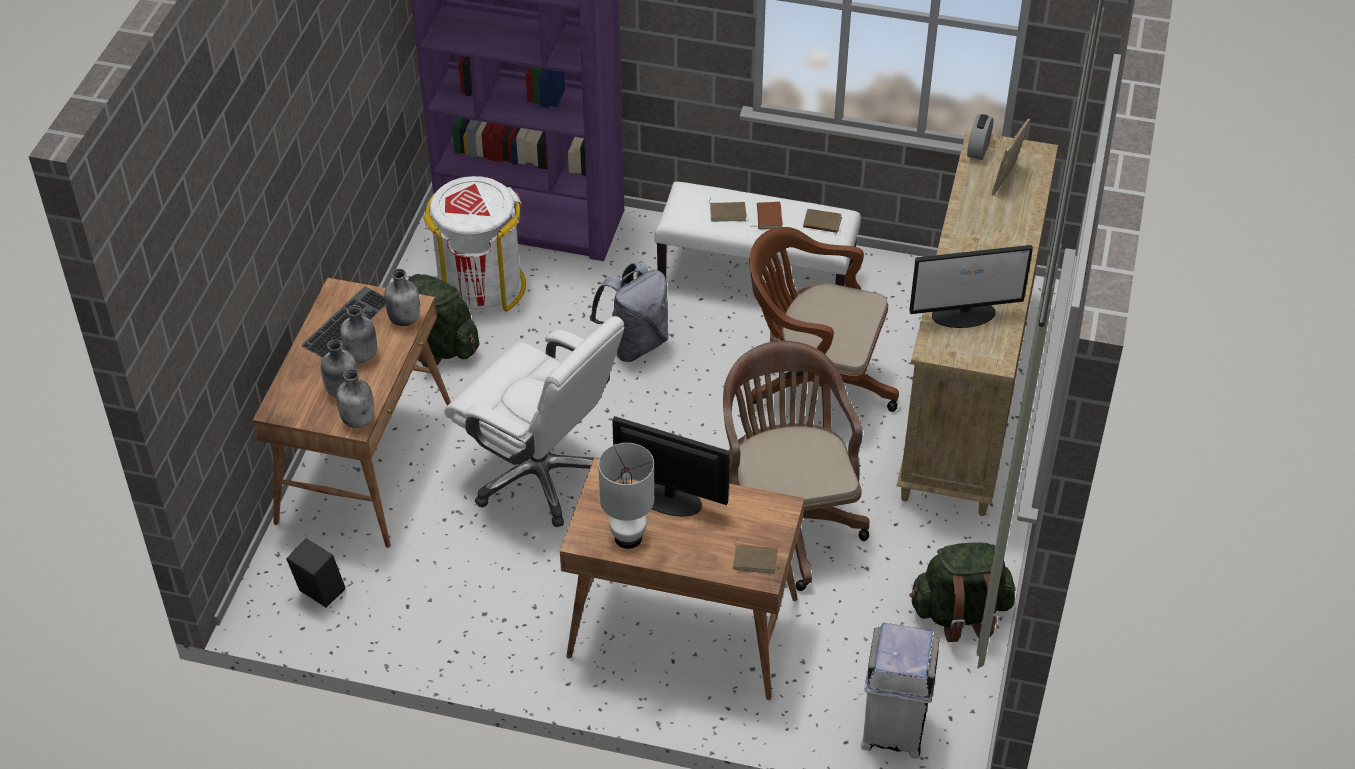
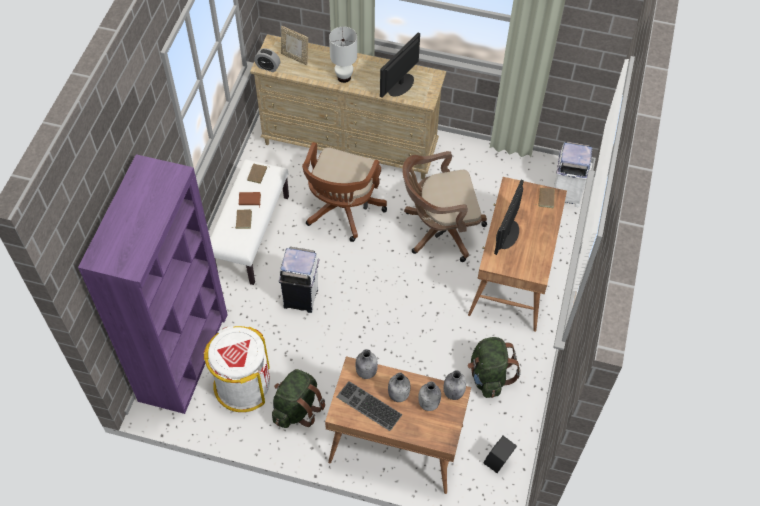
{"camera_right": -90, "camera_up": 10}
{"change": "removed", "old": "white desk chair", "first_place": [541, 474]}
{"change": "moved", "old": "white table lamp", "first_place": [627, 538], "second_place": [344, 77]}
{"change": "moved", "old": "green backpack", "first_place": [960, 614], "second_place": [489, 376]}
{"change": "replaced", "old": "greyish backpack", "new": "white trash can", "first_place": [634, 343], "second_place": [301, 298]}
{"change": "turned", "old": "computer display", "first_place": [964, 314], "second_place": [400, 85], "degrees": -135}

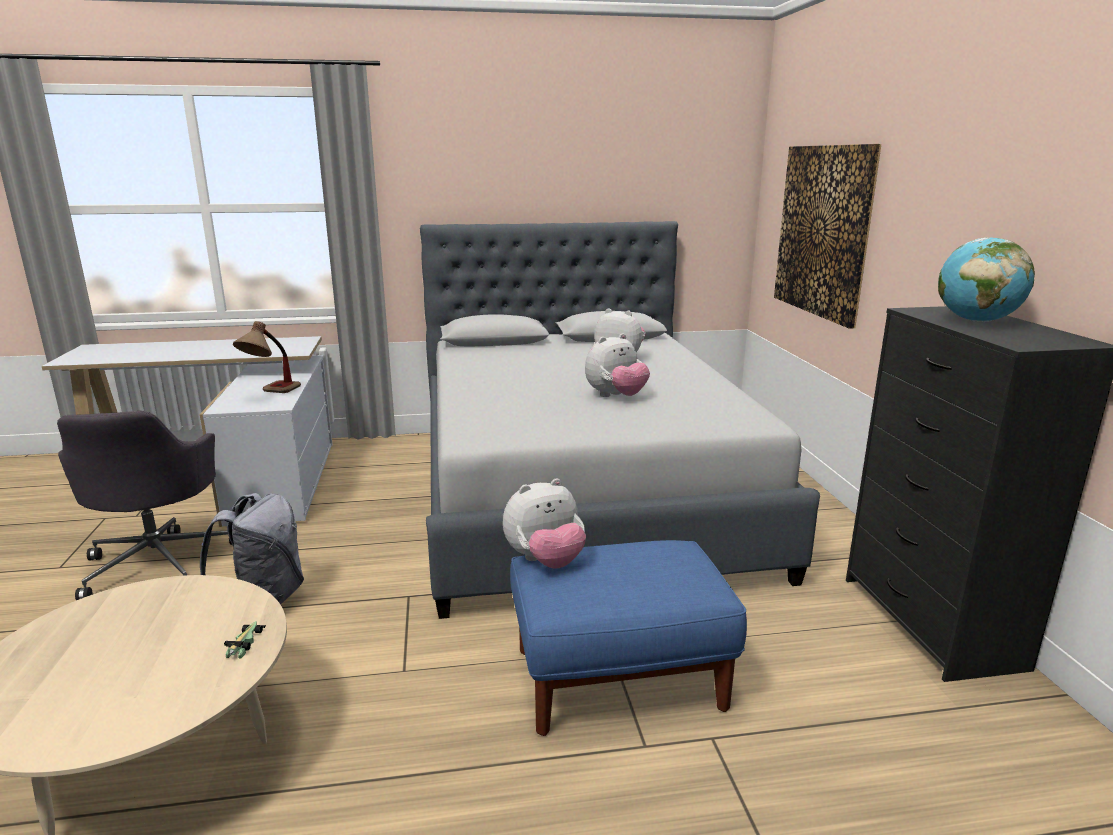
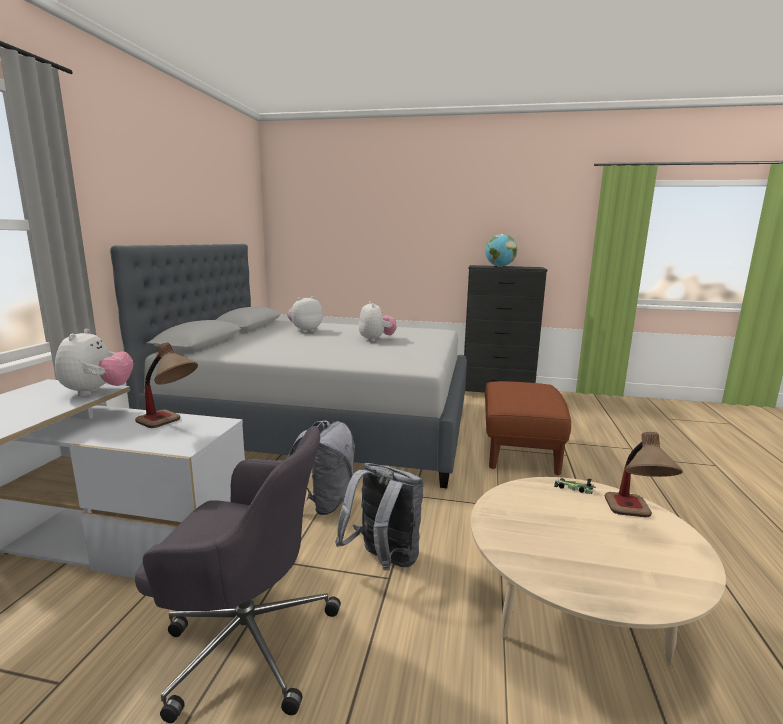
{"camera_right": -70, "camera_up": -5}
{"change": "removed", "old": "wall picture", "first_place": [823, 231]}
{"change": "added", "new": "greyish backpack", "second_place": [325, 503]}
{"change": "added", "new": "table lamp", "second_place": [634, 519]}
{"change": "moved", "old": "plush toy", "first_place": [545, 561], "second_place": [98, 392]}
{"change": "recoloured", "old": "bluish pouffe", "new": "brown-coloured pouffe", "first_place": [620, 678], "second_place": [520, 450]}

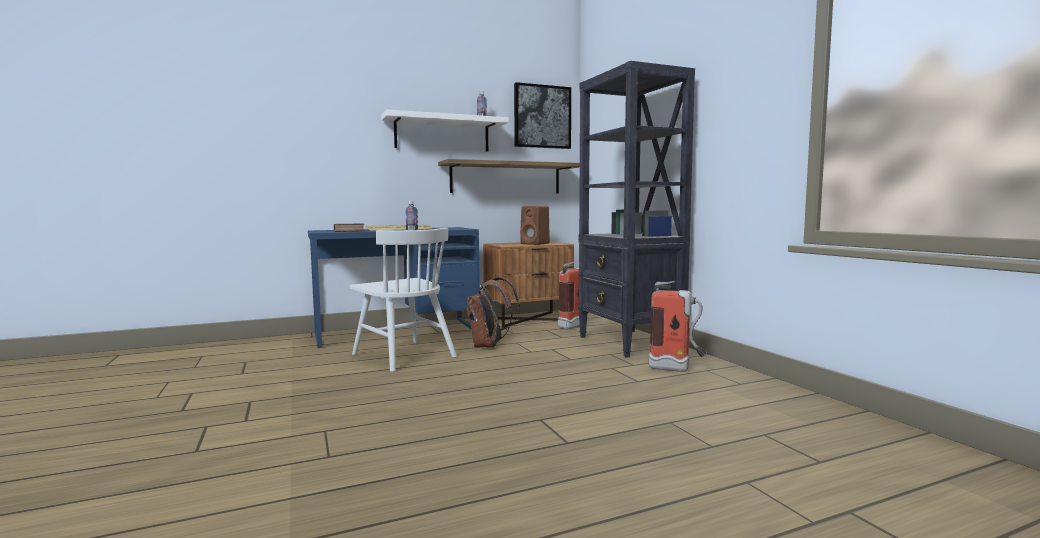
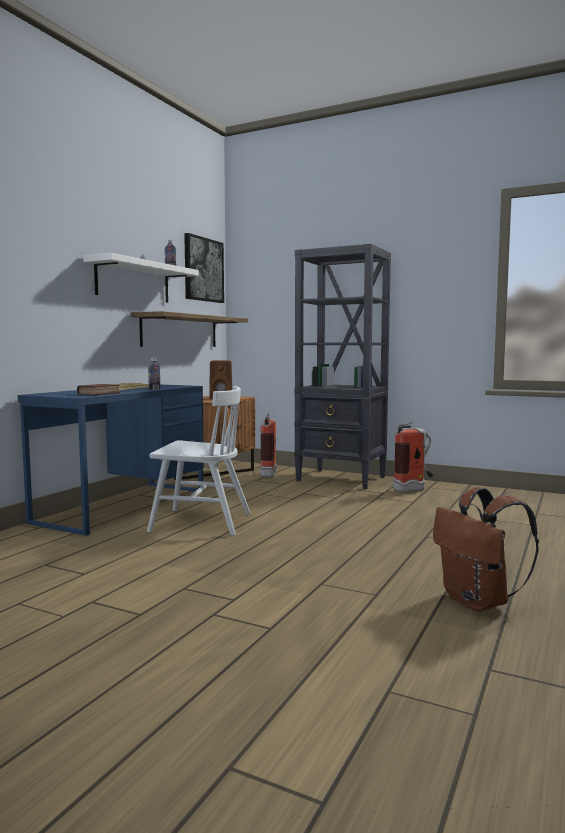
{"camera_right": -40, "camera_up": 0}
{"change": "moved", "old": "brown-coloured backpack", "first_place": [489, 346], "second_place": [479, 602]}

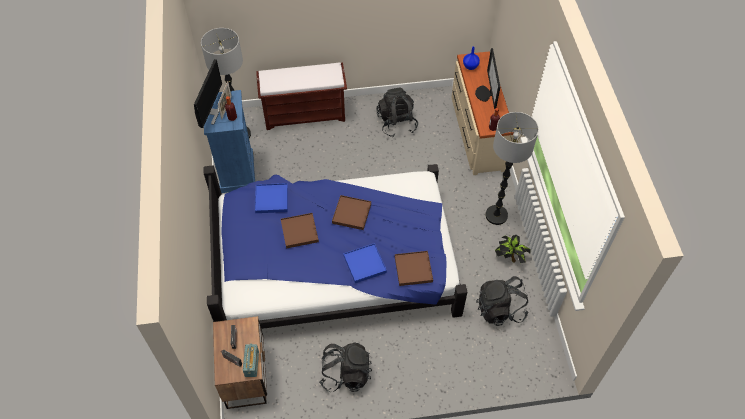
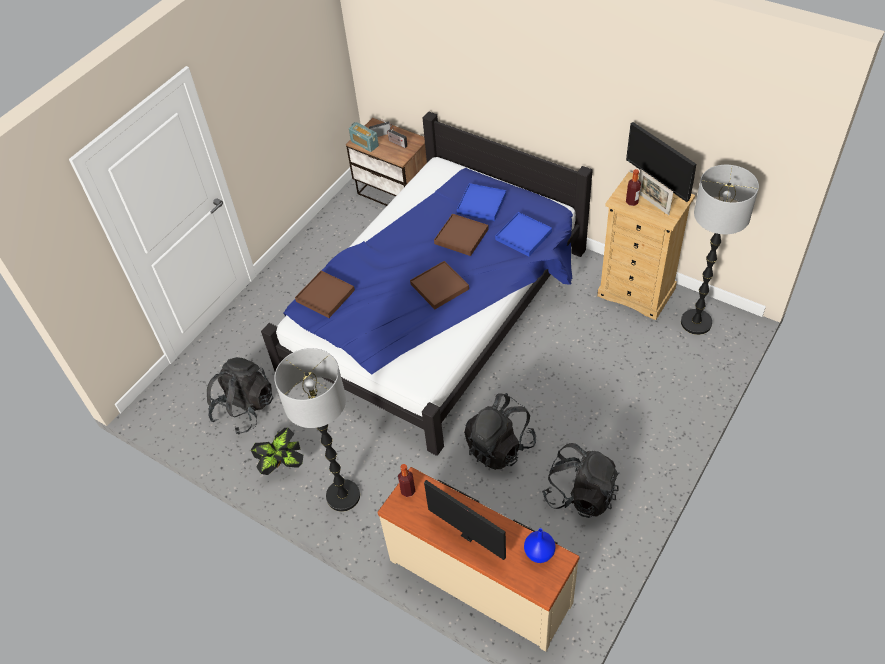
{"camera_right": 135, "camera_up": -5}
{"change": "removed", "old": "brown-coloured indoor bench", "first_place": [305, 114]}
{"change": "moved", "old": "blackish backpack", "first_place": [346, 374], "second_place": [500, 446]}
{"change": "moved", "old": "bluish serving tray", "first_place": [365, 264], "second_place": [481, 204]}
{"change": "recoloured", "old": "bluish chest of drawers", "new": "beige-coloured chest of drawers", "first_place": [237, 172], "second_place": [636, 292]}

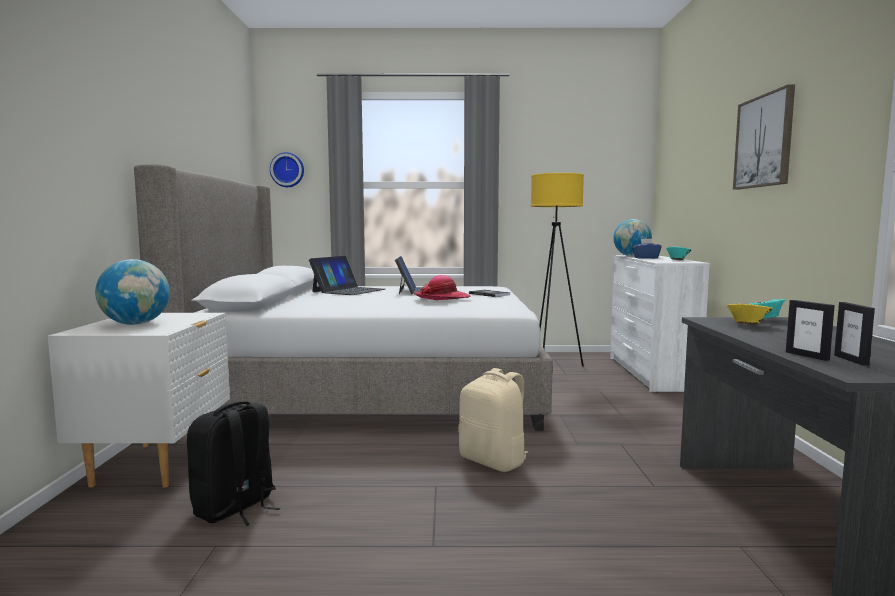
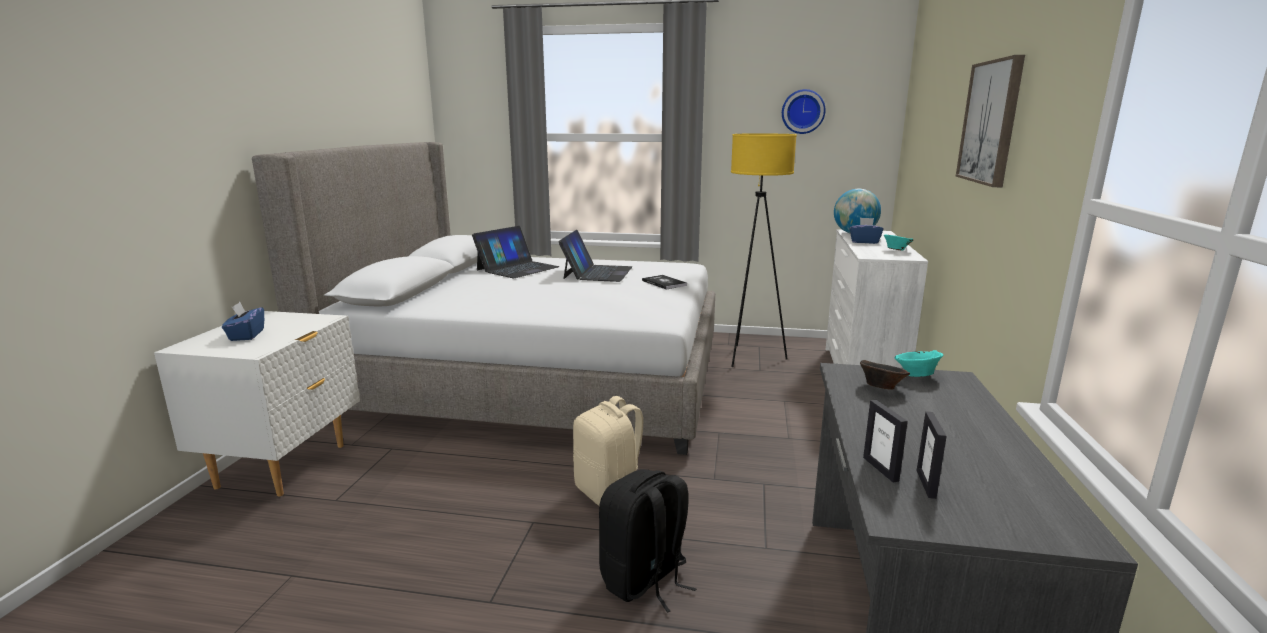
{"camera_right": 10, "camera_up": 10}
{"change": "removed", "old": "clothing hat", "first_place": [442, 298]}
{"change": "moved", "old": "blackish backpack", "first_place": [235, 508], "second_place": [645, 580]}
{"change": "moved", "old": "wall clock", "first_place": [287, 170], "second_place": [803, 111]}
{"change": "replaced", "old": "desk globe", "new": "bluish box of tissues", "first_place": [136, 324], "second_place": [246, 335]}
{"change": "recoloured", "old": "yellowish bowl", "new": "brown-coloured bowl", "first_place": [746, 325], "second_place": [880, 387]}

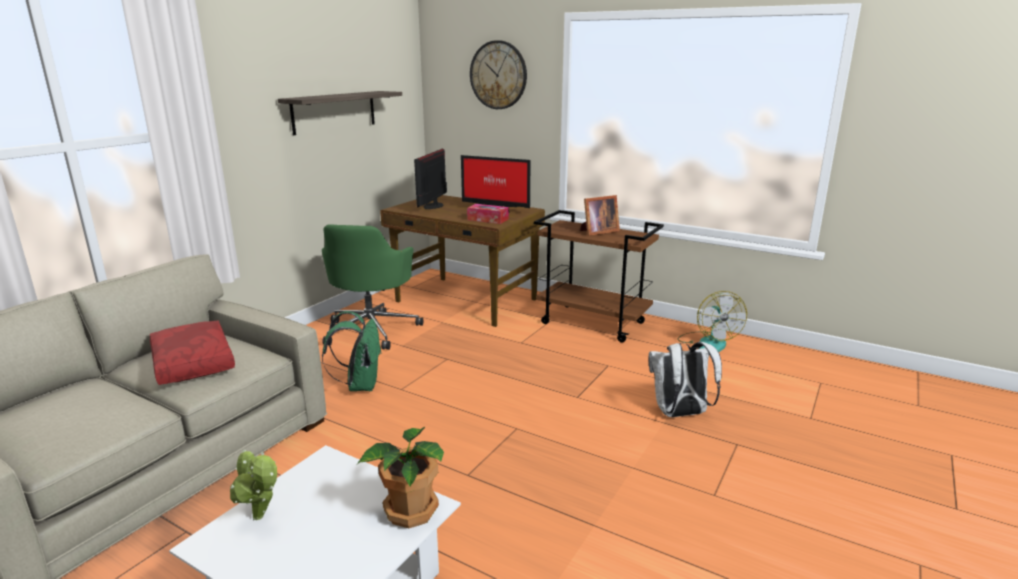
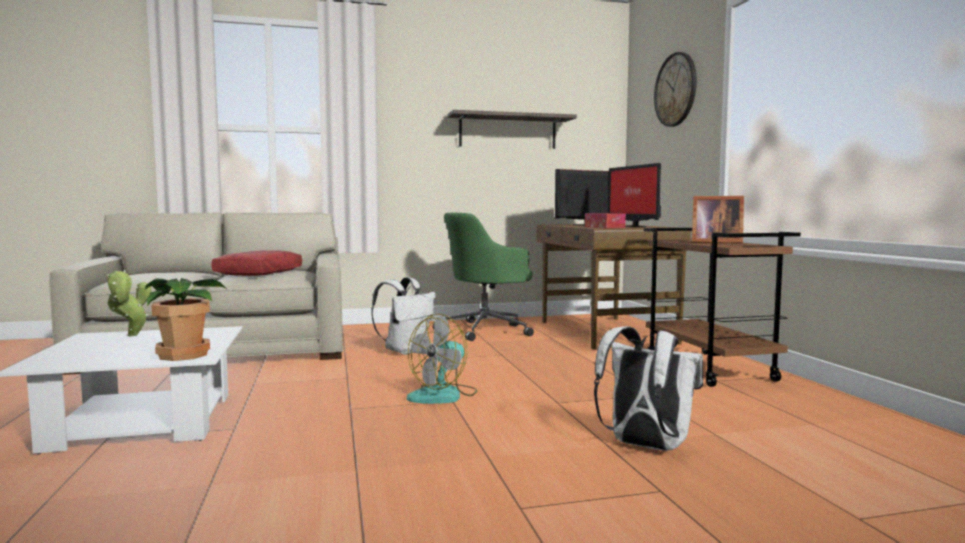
{"camera_right": 45, "camera_up": -15}
{"change": "moved", "old": "fan", "first_place": [708, 342], "second_place": [444, 395]}
{"change": "recoloured", "old": "green backpack", "new": "white backpack", "first_place": [360, 385], "second_place": [405, 351]}

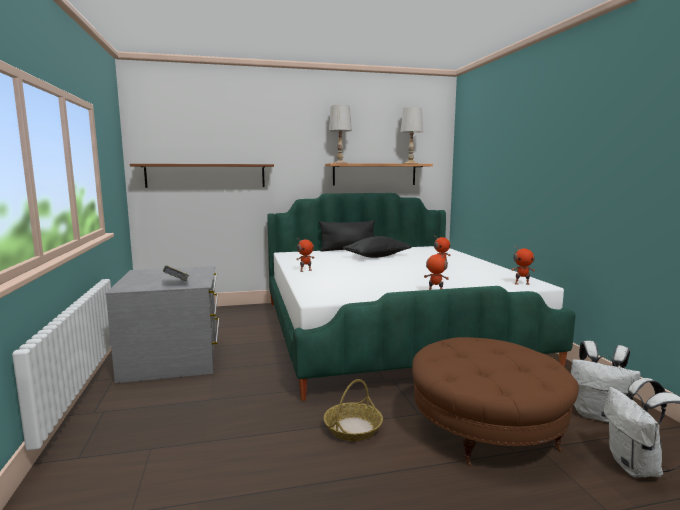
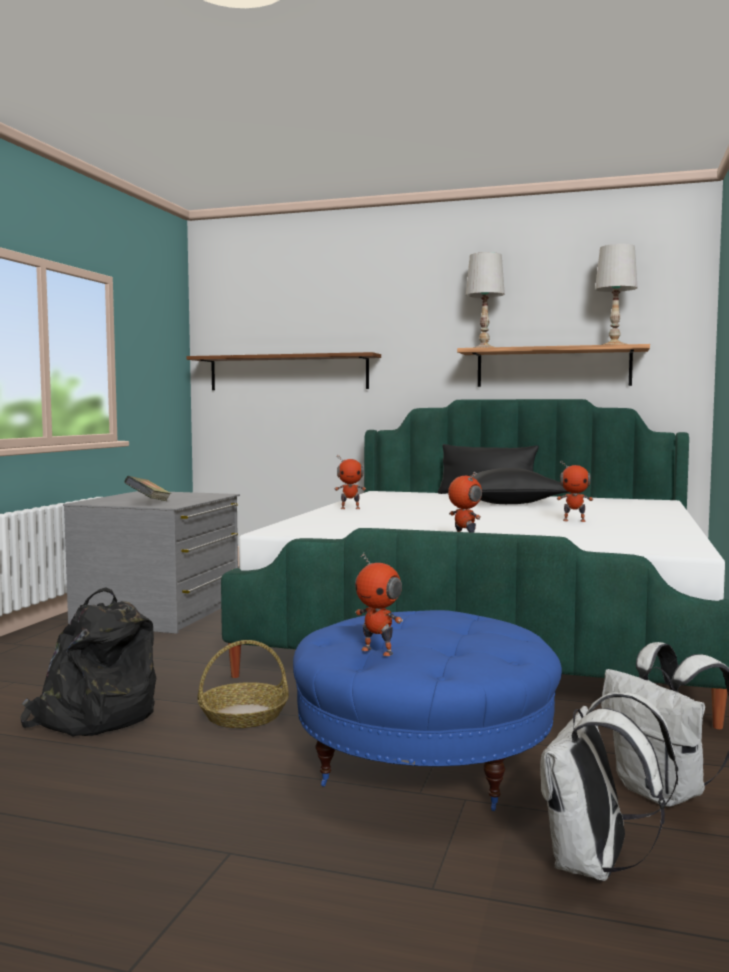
{"camera_right": 30, "camera_up": -5}
{"change": "added", "new": "blackish backpack", "second_place": [94, 717]}
{"change": "moved", "old": "robot figure", "first_place": [522, 283], "second_place": [378, 651]}
{"change": "recoloured", "old": "brown-coloured pouffe", "new": "bluish pouffe", "first_place": [486, 429], "second_place": [424, 760]}

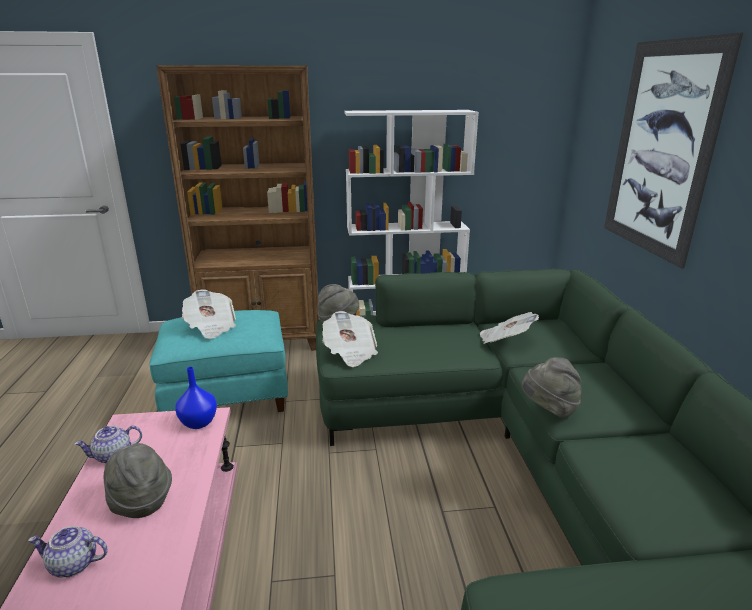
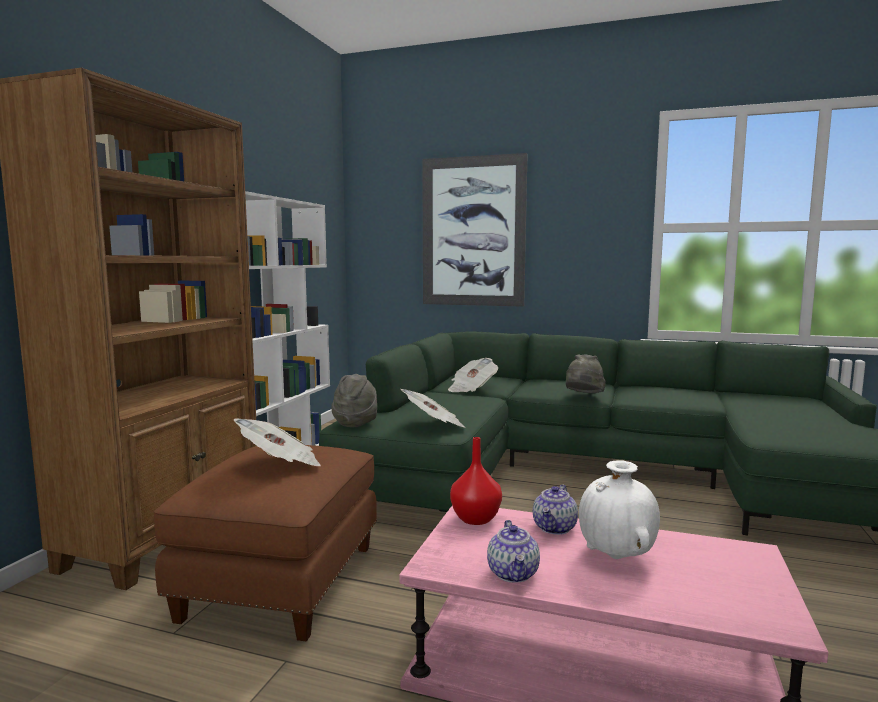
{"camera_right": -65, "camera_up": -15}
{"change": "moved", "old": "teapot", "first_place": [73, 564], "second_place": [555, 528]}
{"change": "replaced", "old": "greyish clothing hat", "new": "white flower vase", "first_place": [141, 500], "second_place": [617, 557]}
{"change": "recoloured", "old": "blue-green pouffe", "new": "brown-coloured pouffe", "first_place": [228, 395], "second_place": [280, 580]}
{"change": "recoloured", "old": "bluish flower vase", "new": "red-coloured flower vase", "first_place": [199, 422], "second_place": [475, 518]}

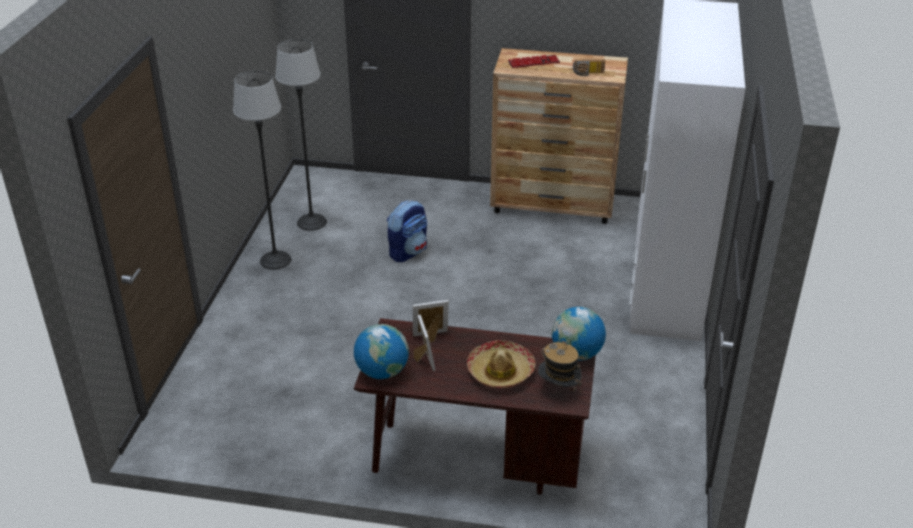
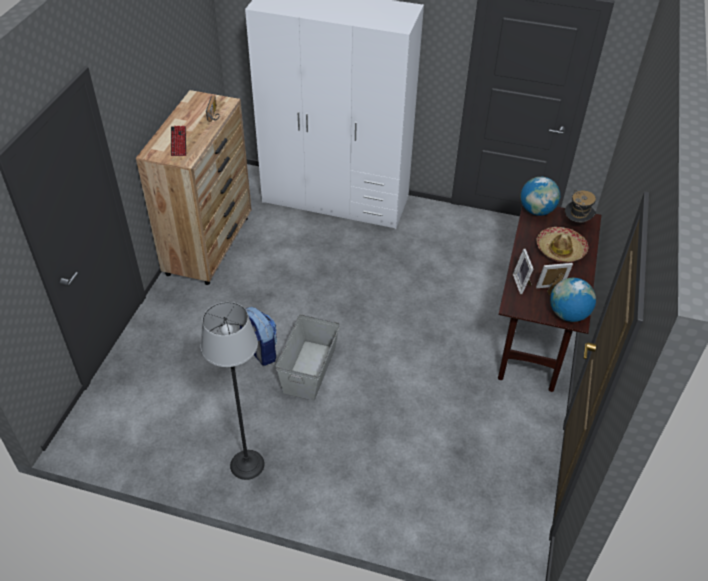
{"camera_right": -85, "camera_up": 10}
{"change": "removed", "old": "floor lamp", "first_place": [312, 222]}
{"change": "added", "new": "greyish storage bin", "second_place": [310, 369]}

